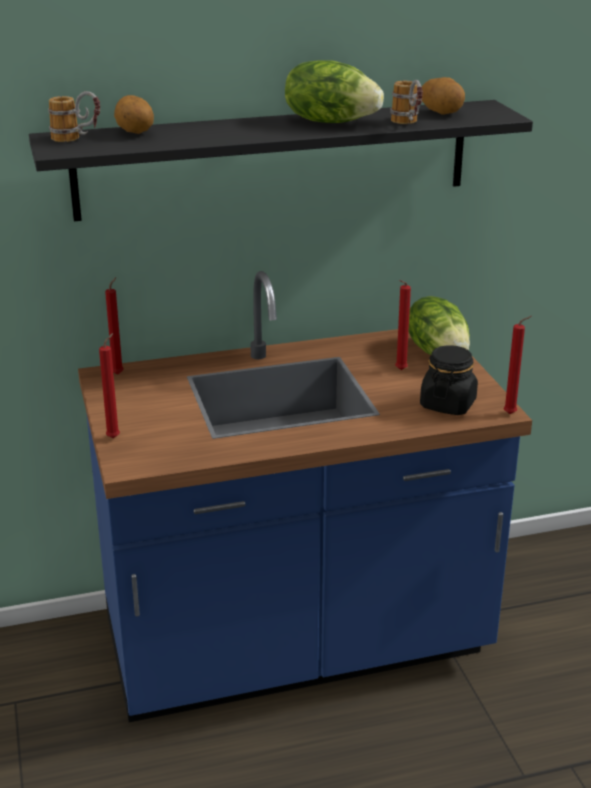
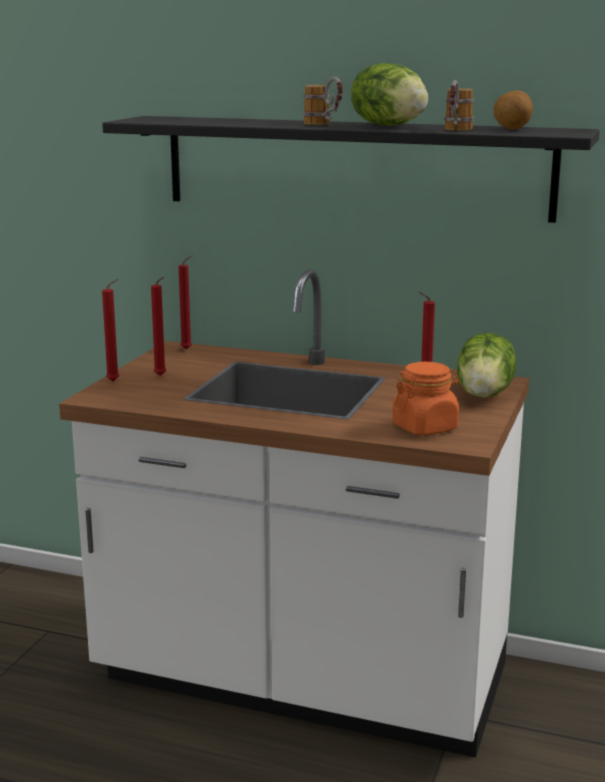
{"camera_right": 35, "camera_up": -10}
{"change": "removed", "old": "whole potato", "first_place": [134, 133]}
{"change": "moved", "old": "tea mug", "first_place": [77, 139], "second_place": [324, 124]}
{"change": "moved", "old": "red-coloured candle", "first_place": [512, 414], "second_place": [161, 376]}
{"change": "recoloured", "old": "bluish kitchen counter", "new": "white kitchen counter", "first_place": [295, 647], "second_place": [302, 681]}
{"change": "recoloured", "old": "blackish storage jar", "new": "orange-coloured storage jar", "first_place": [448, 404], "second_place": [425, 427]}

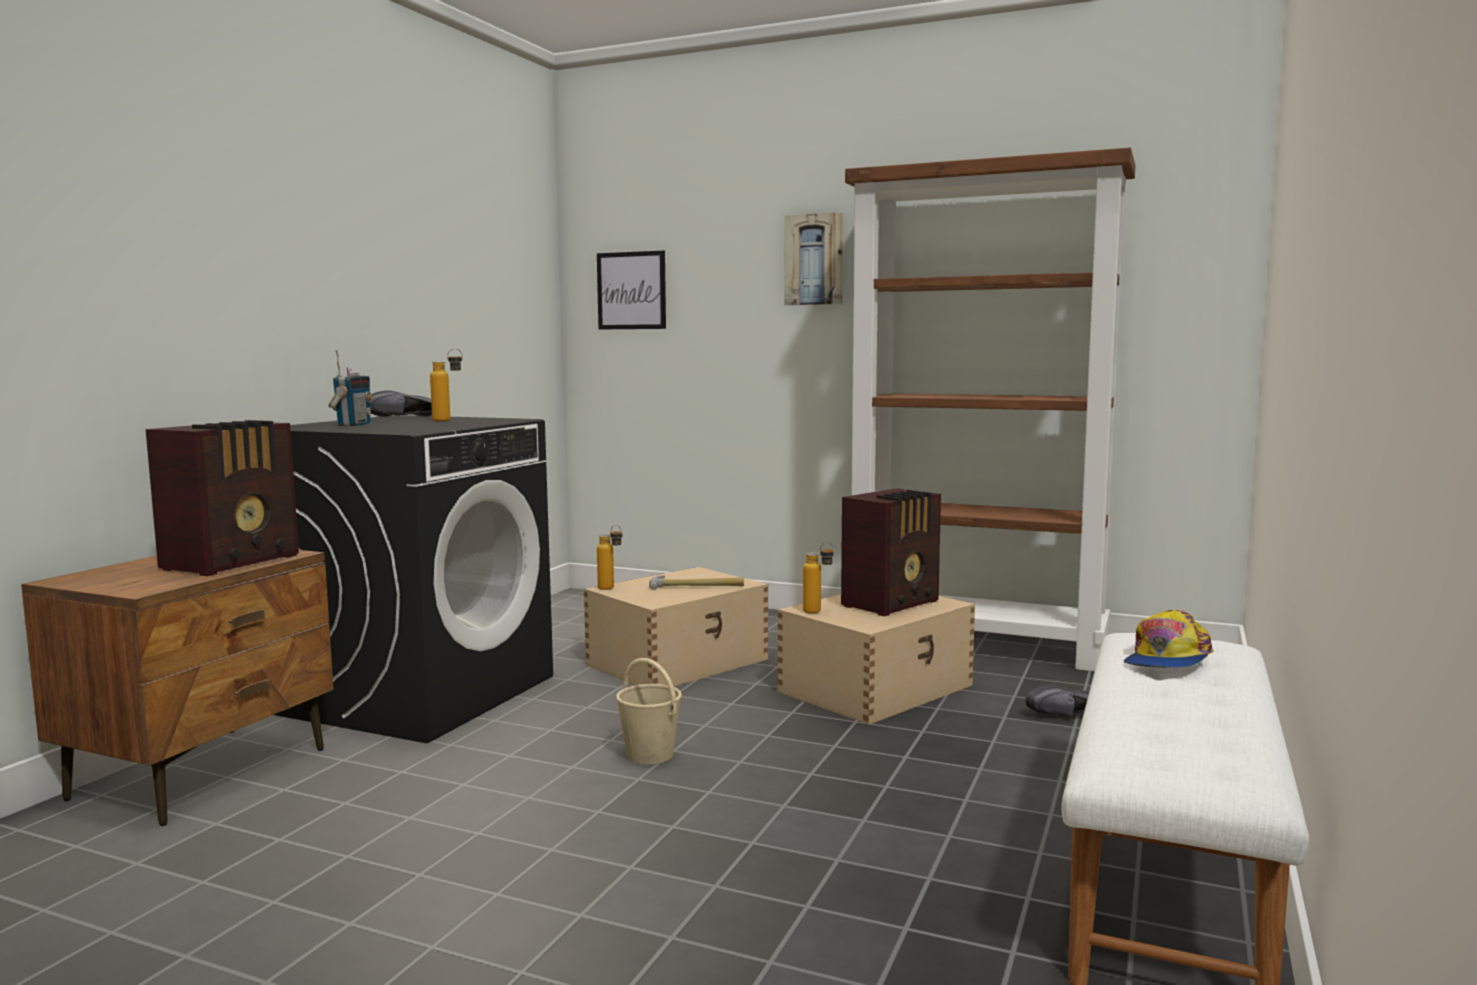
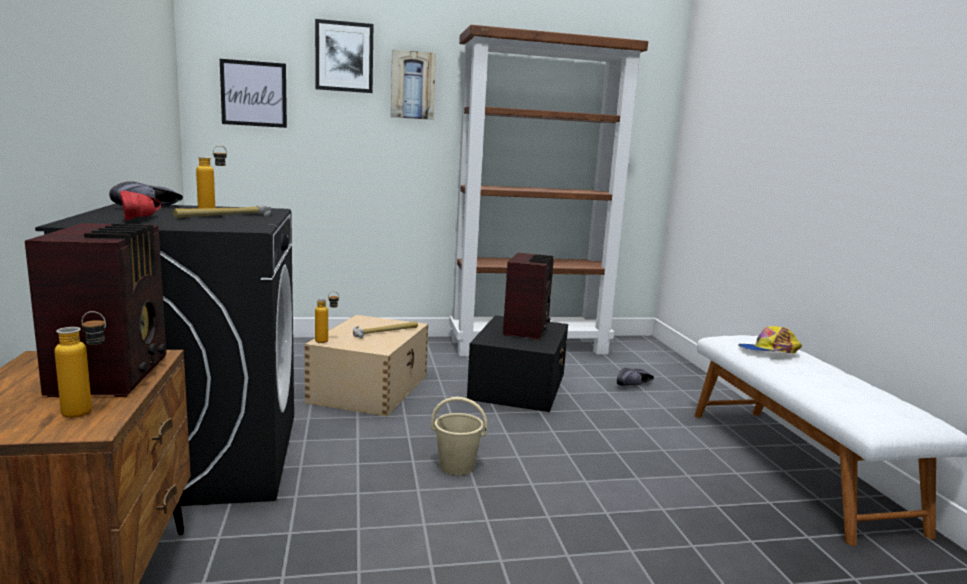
{"camera_right": -35, "camera_up": 5}
{"change": "added", "new": "tool hammer", "second_place": [225, 215]}
{"change": "added", "new": "wall picture", "second_place": [344, 57]}
{"change": "moved", "old": "drink bottle", "first_place": [818, 612], "second_place": [88, 413]}
{"change": "replaced", "old": "radio set", "new": "red-coloured low shoe", "first_place": [353, 425], "second_place": [143, 219]}
{"change": "recoloured", "old": "beige-coloured storage bin", "new": "blackish storage bin", "first_place": [878, 688], "second_place": [519, 385]}
{"change": "turned", "old": "peaked cap", "first_place": [1167, 659], "second_place": [769, 351], "degrees": 90}

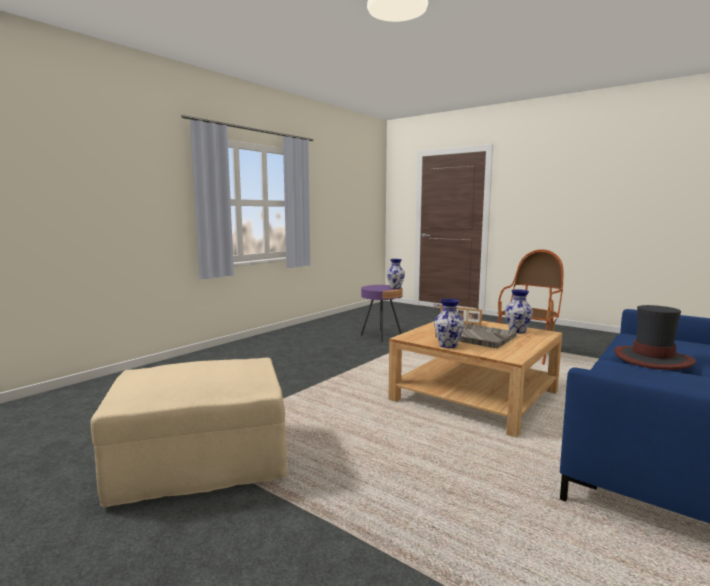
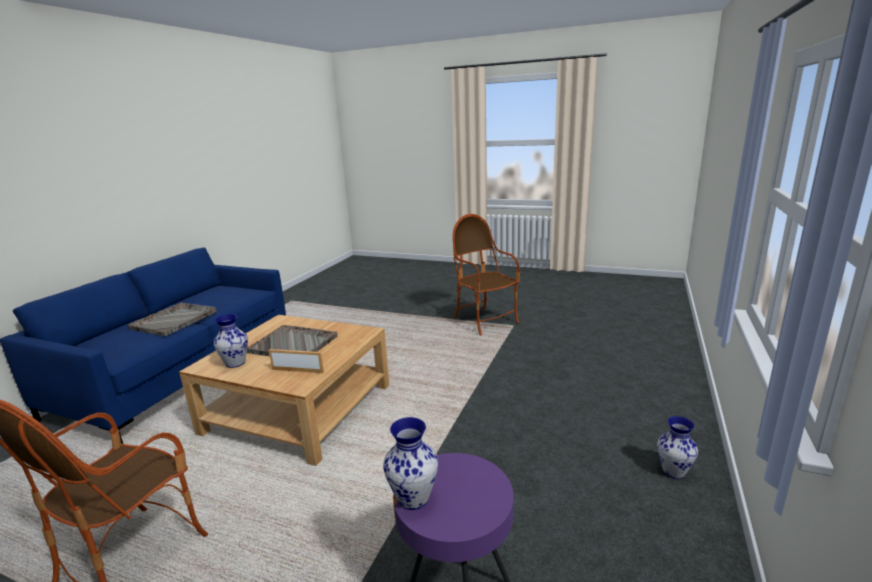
{"camera_right": 165, "camera_up": 10}
{"change": "moved", "old": "flower vase", "first_place": [448, 345], "second_place": [673, 471]}
{"change": "replaced", "old": "beige-coloured pouffe", "new": "easy chair", "first_place": [200, 462], "second_place": [485, 321]}
{"change": "replaced", "old": "clothing hat", "new": "greyish serving tray", "first_place": [652, 359], "second_place": [175, 320]}

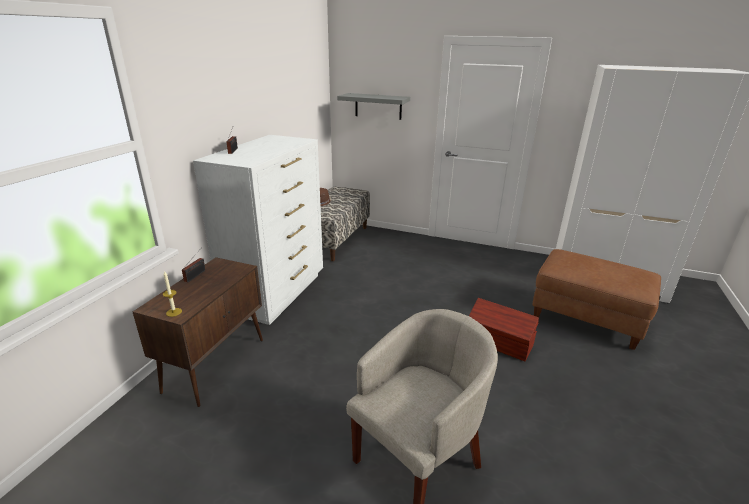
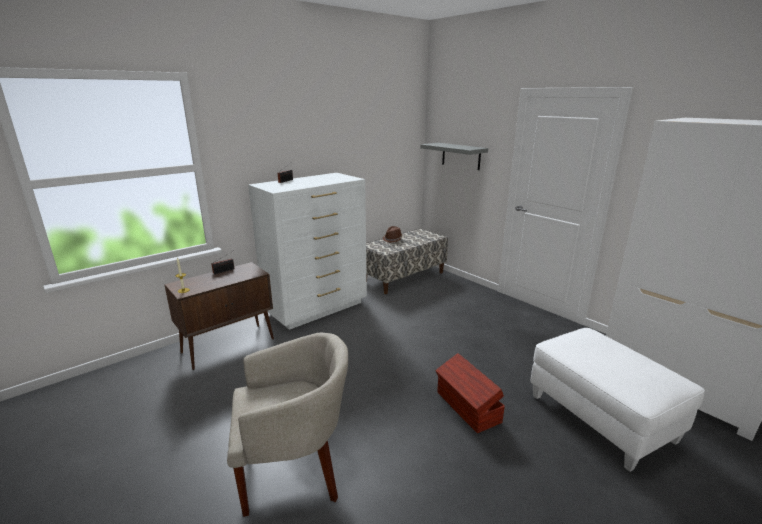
{"camera_right": 30, "camera_up": -5}
{"change": "recoloured", "old": "brown-coloured pouffe", "new": "white pouffe", "first_place": [587, 318], "second_place": [601, 419]}

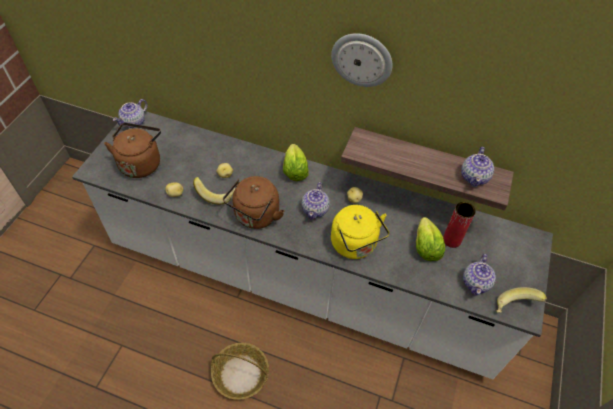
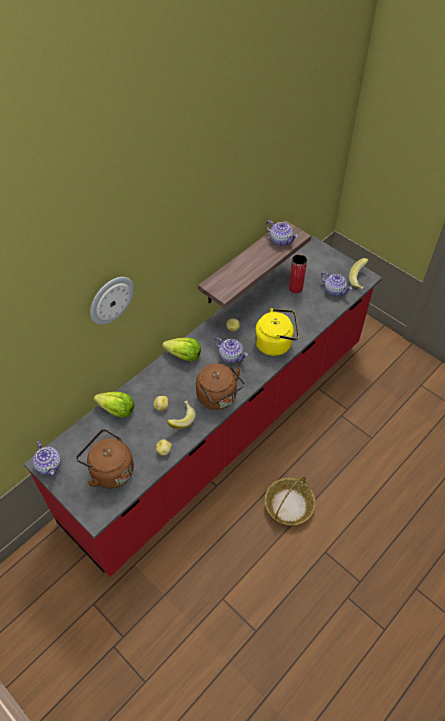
{"camera_right": -65, "camera_up": 0}
{"change": "moved", "old": "wall clock", "first_place": [362, 59], "second_place": [111, 299]}
{"change": "moved", "old": "lettuce head", "first_place": [426, 247], "second_place": [117, 410]}
{"change": "recoloured", "old": "white kitchen counter", "new": "red-coloured kitchen counter", "first_place": [303, 279], "second_place": [222, 429]}

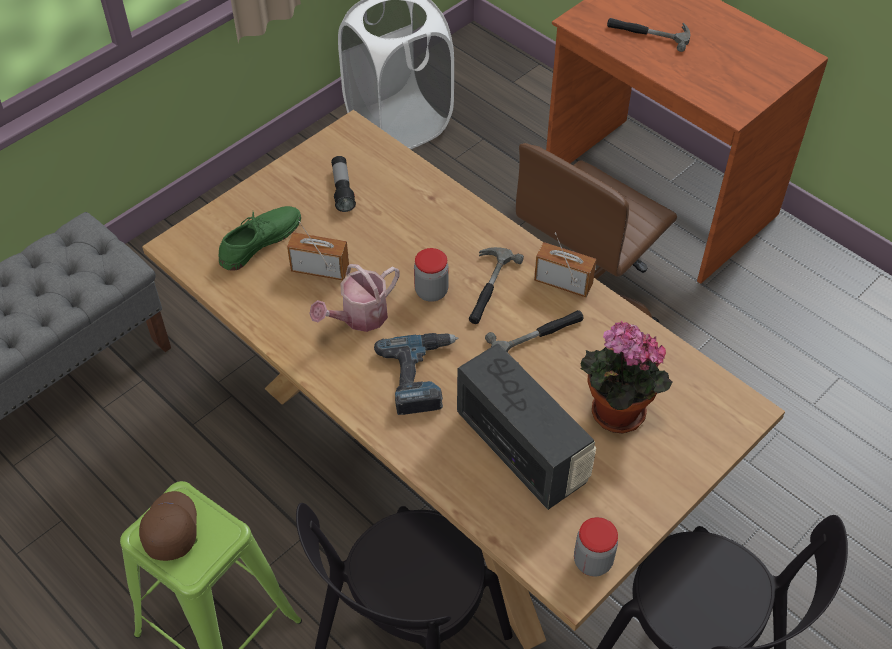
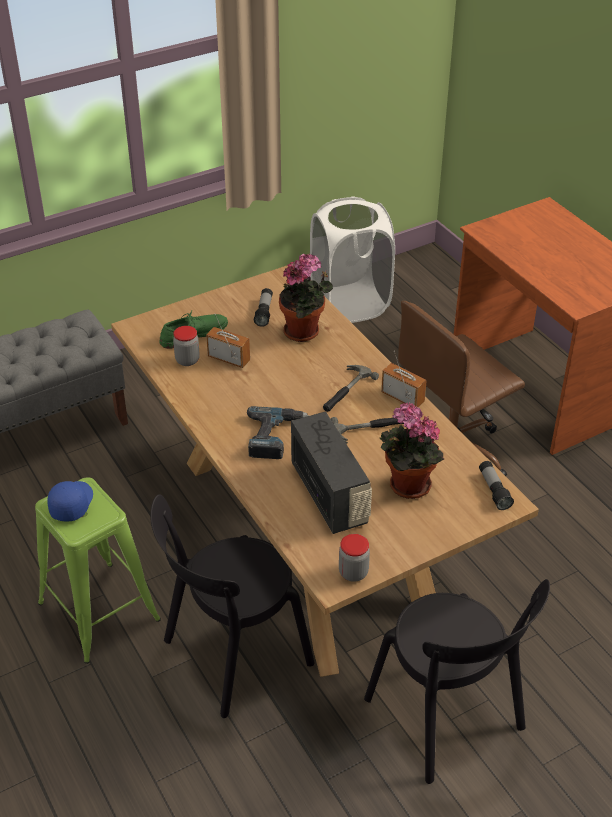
{"camera_right": 15, "camera_up": -10}
{"change": "removed", "old": "sprinkling can", "first_place": [359, 317]}
{"change": "removed", "old": "tool hammer", "first_place": [648, 33]}
{"change": "added", "new": "plant in a pot", "second_place": [305, 332]}
{"change": "added", "new": "torch", "second_place": [494, 490]}
{"change": "moved", "old": "storage jar", "first_place": [431, 291], "second_place": [187, 360]}
{"change": "recoloured", "old": "brown-coloured peaked cap", "new": "bluish peaked cap", "first_place": [170, 528], "second_place": [71, 504]}

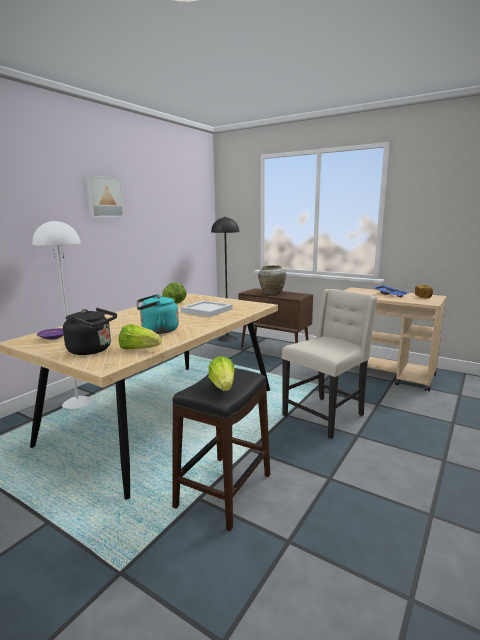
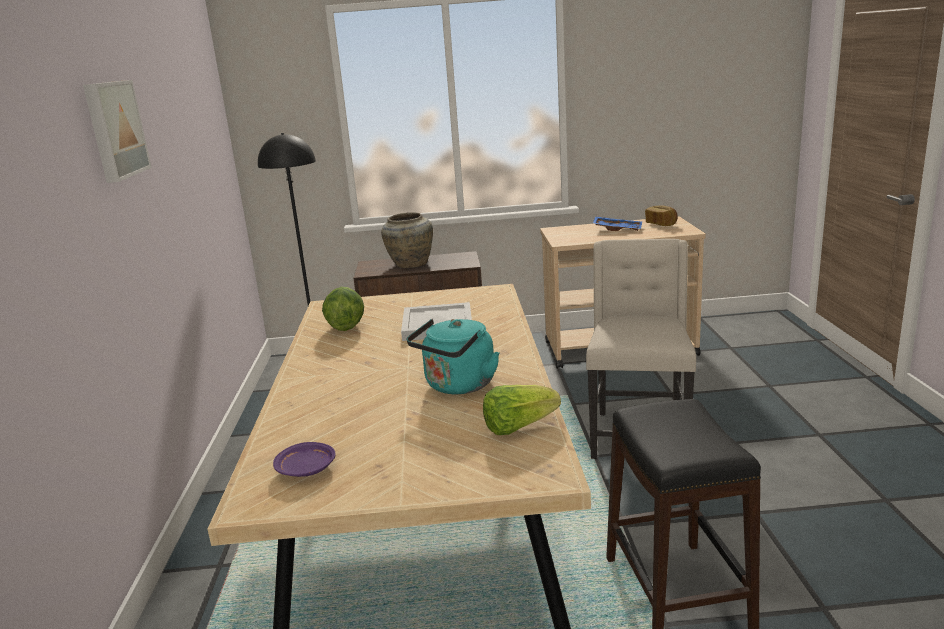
{"camera_right": -35, "camera_up": 5}
{"change": "removed", "old": "white floor lamp", "first_place": [78, 402]}
{"change": "removed", "old": "blackish water kettle", "first_place": [92, 350]}
{"change": "removed", "old": "lettuce head", "first_place": [223, 387]}

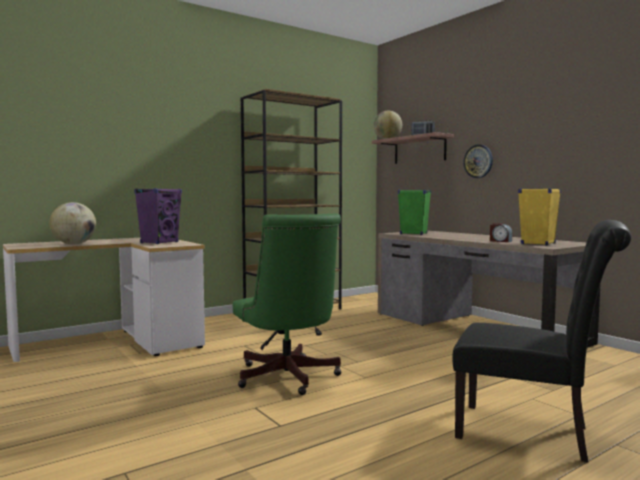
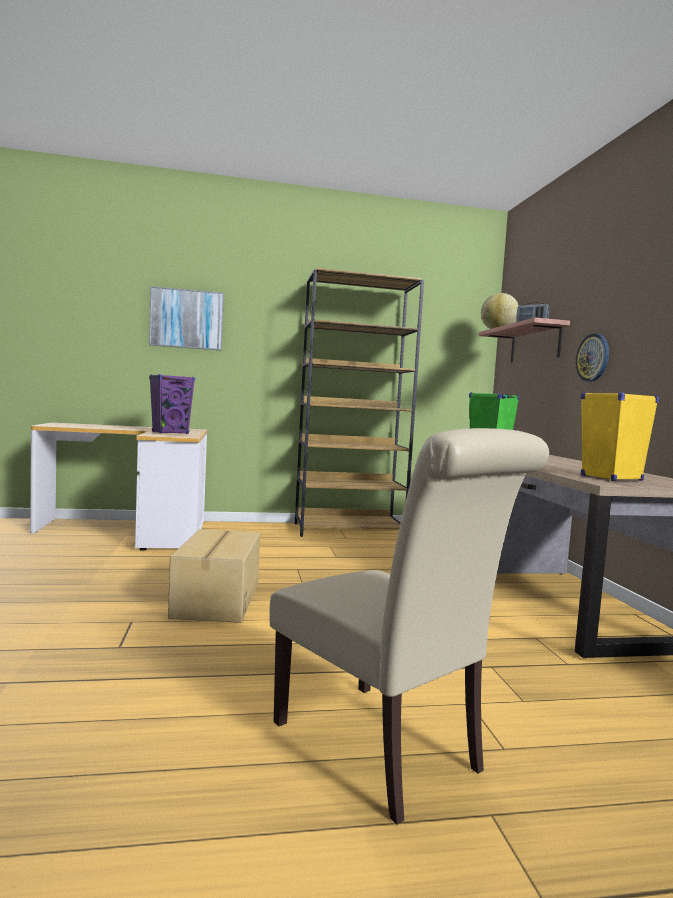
{"camera_right": 25, "camera_up": 0}
{"change": "removed", "old": "desk globe", "first_place": [74, 244]}
{"change": "removed", "old": "table clock", "first_place": [500, 241]}
{"change": "added", "new": "wall picture", "second_place": [186, 319]}
{"change": "replaced", "old": "green desk chair", "new": "carton", "first_place": [288, 379], "second_place": [215, 600]}
{"change": "recoloured", "old": "blackish chair", "new": "beige-coloured chair", "first_place": [532, 433], "second_place": [385, 751]}

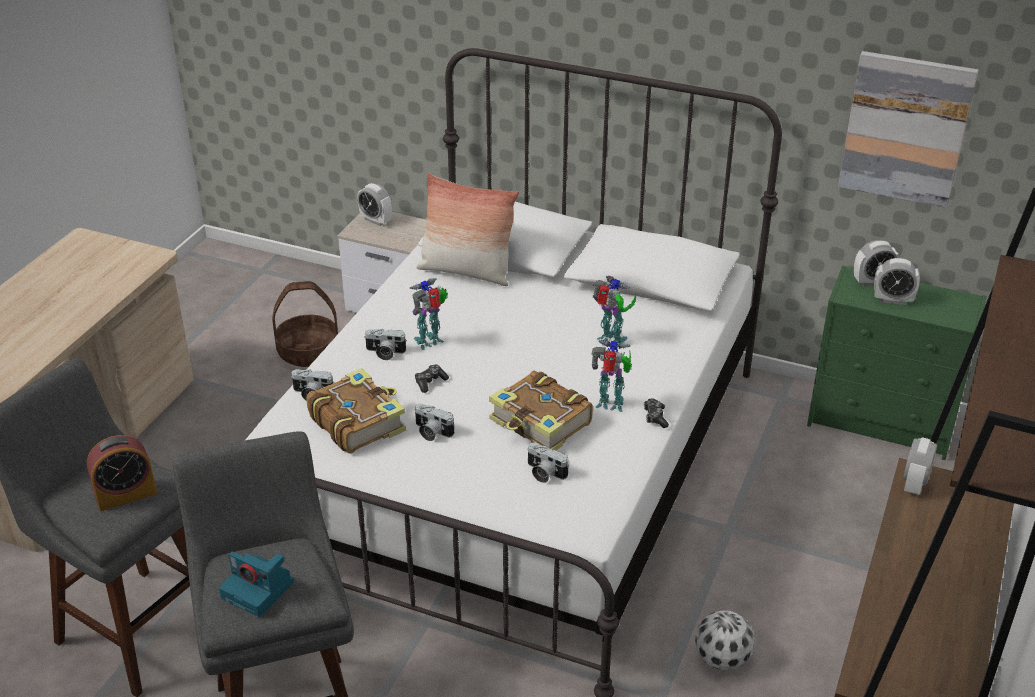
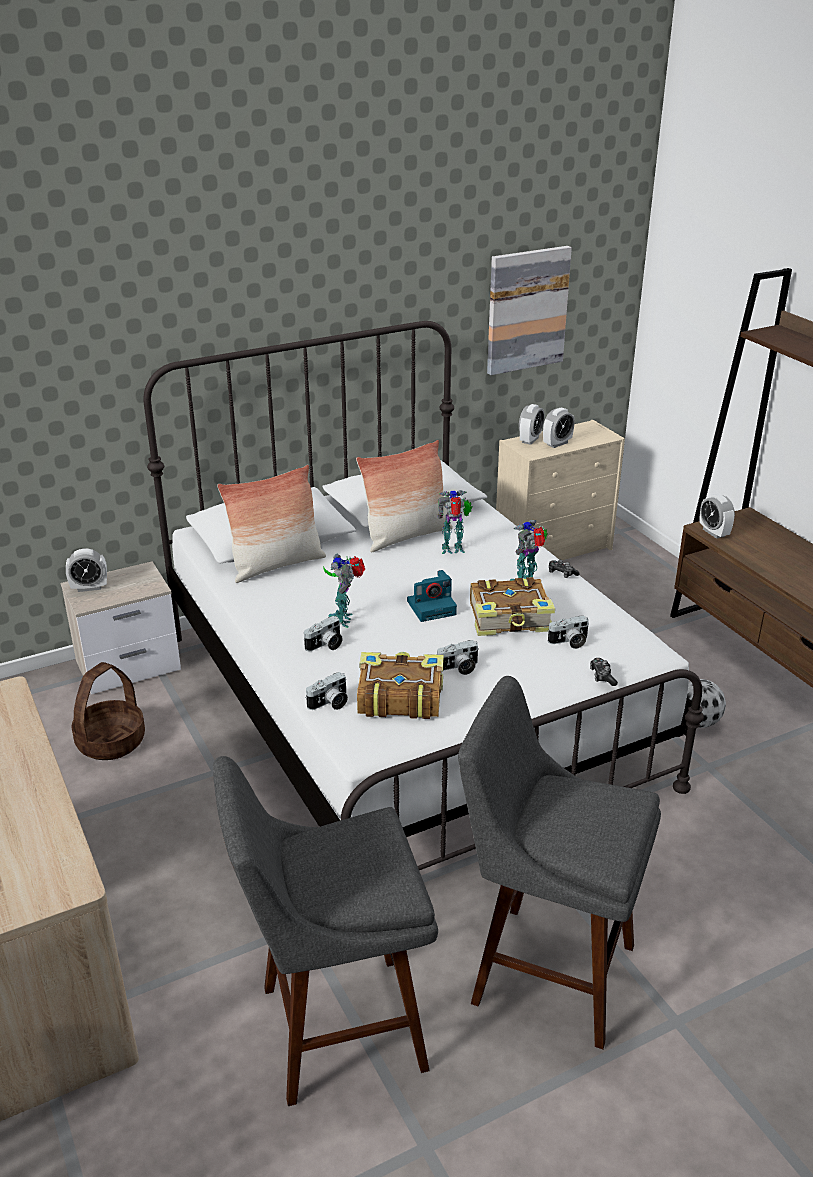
{"camera_right": -50, "camera_up": -5}
{"change": "removed", "old": "table clock", "first_place": [126, 495]}
{"change": "added", "new": "throw pillow", "second_place": [406, 536]}
{"change": "moved", "old": "photo camera", "first_place": [259, 590], "second_place": [432, 607]}
{"change": "moved", "old": "game controller", "first_place": [430, 382], "second_place": [602, 676]}
{"change": "recoloured", "old": "green chest of drawers", "new": "beige-coloured chest of drawers", "first_place": [882, 423], "second_place": [554, 550]}

